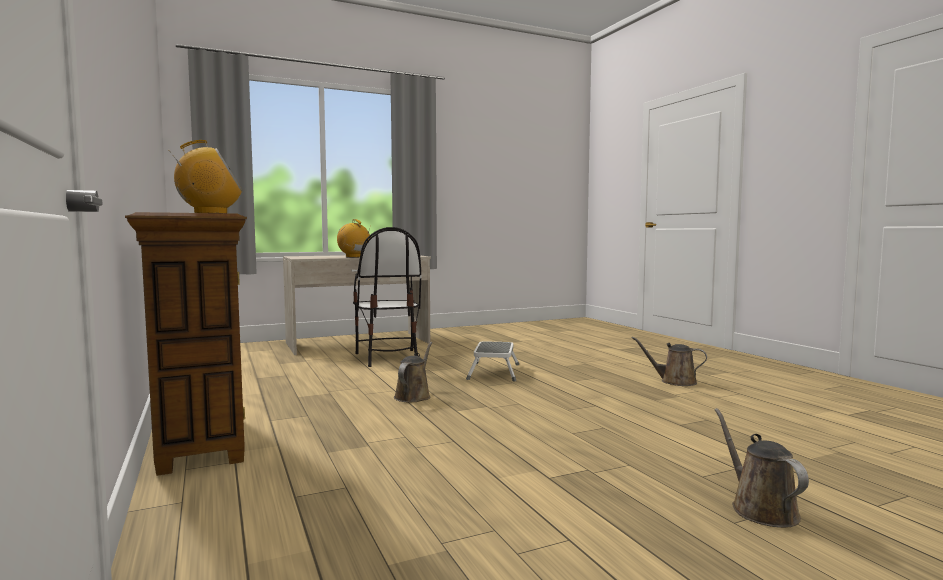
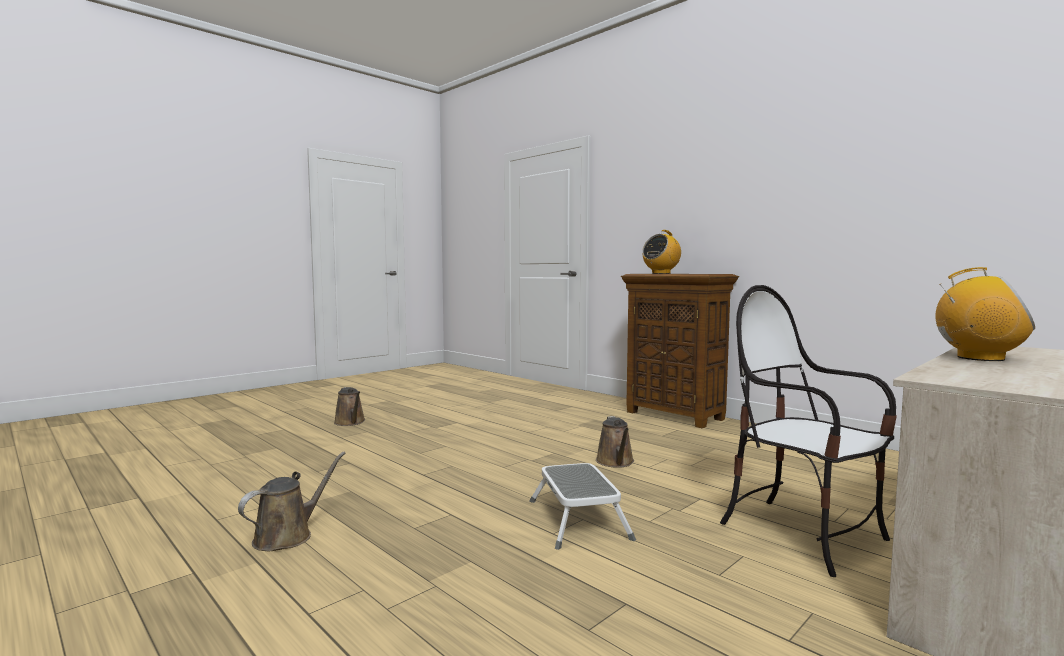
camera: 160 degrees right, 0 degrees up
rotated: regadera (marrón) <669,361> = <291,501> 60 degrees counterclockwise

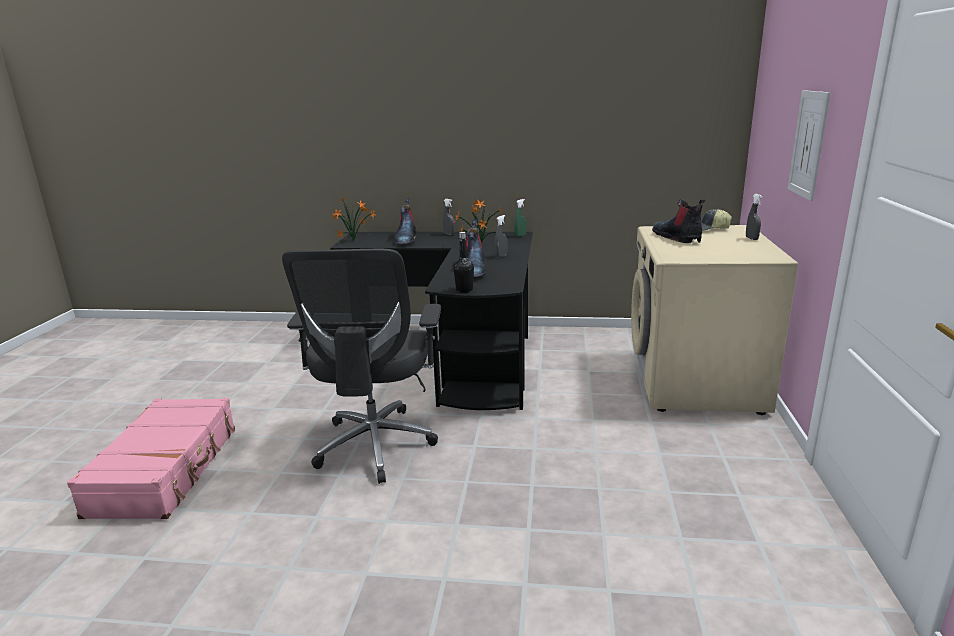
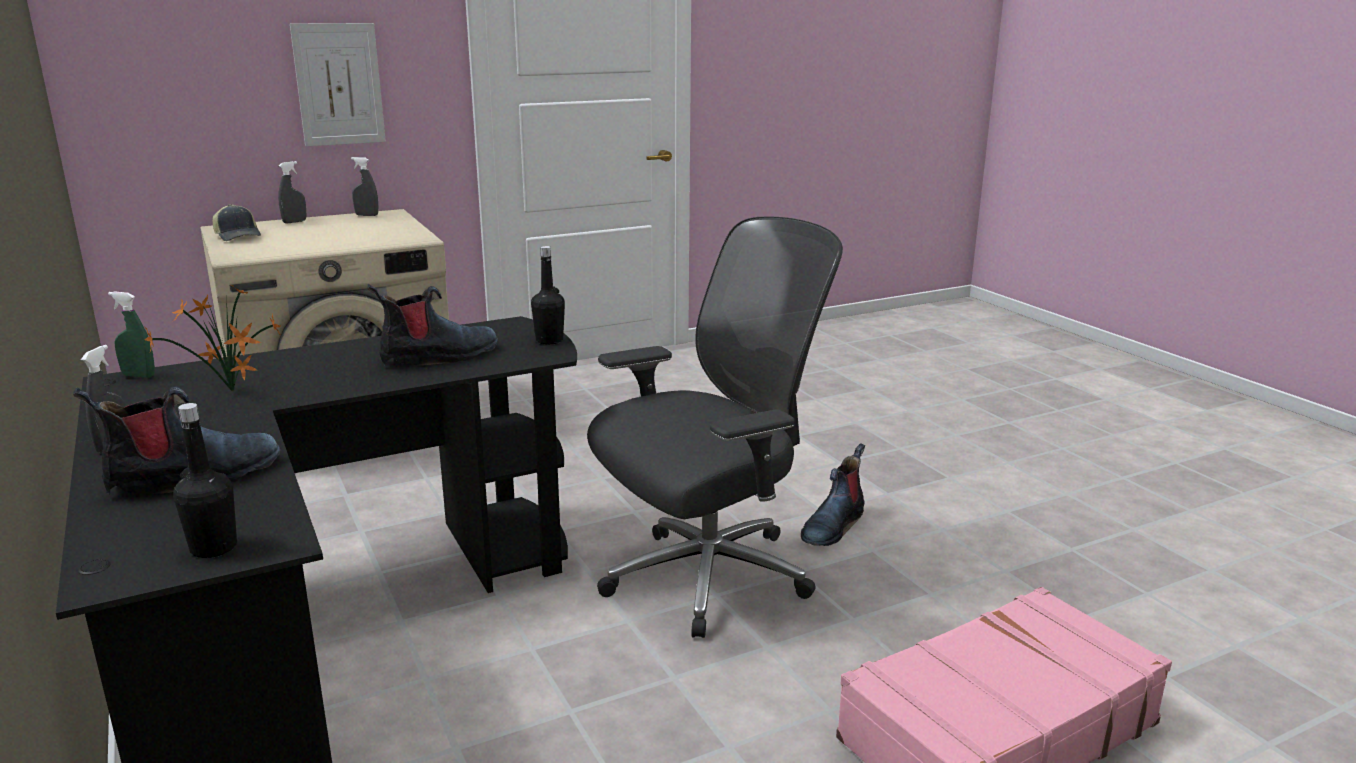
camera: 125 degrees left, 0 degrees up
shifted: bota <678,221> to <833,494>; pulverizador (gris) <501,236> to <364,186>
swapped: planta en maceta <354,219> to botella (negro) <205,480>

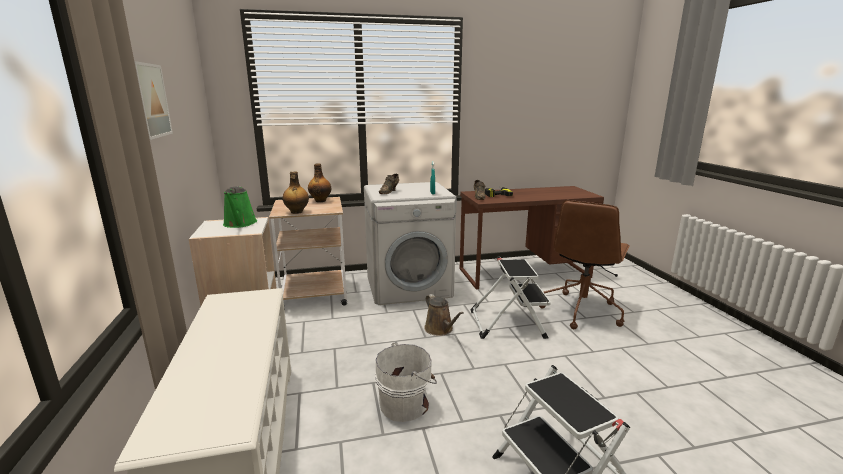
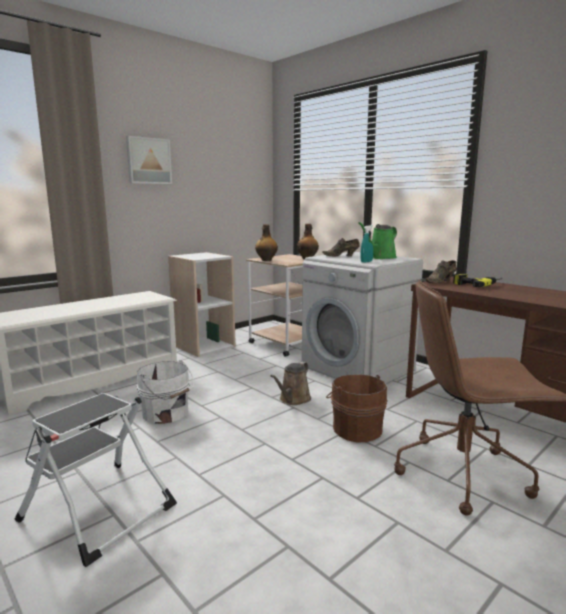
camera: 60 degrees right, 5 degrees down
shifted: regadera (verde) <240,207> to <377,240>
swapped: escalera de tijera <510,297> to cubo (marrón) <357,408>

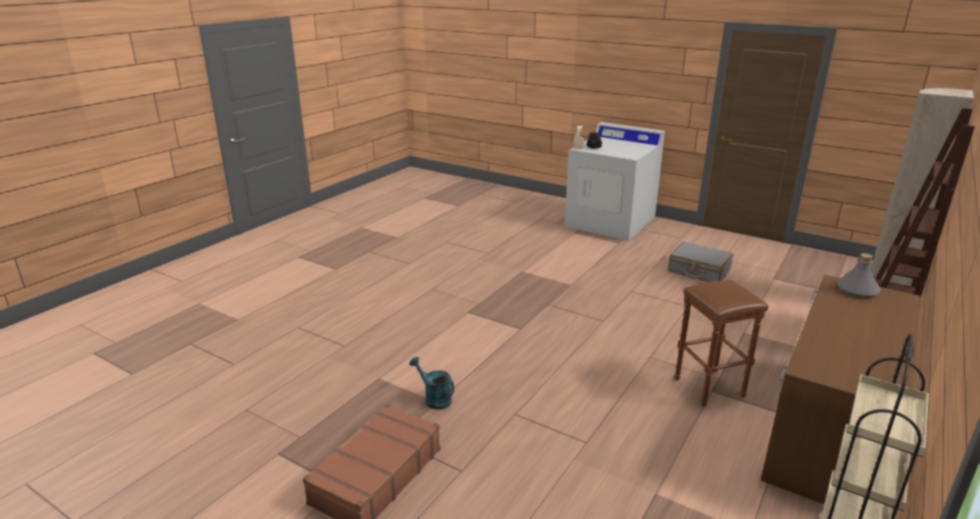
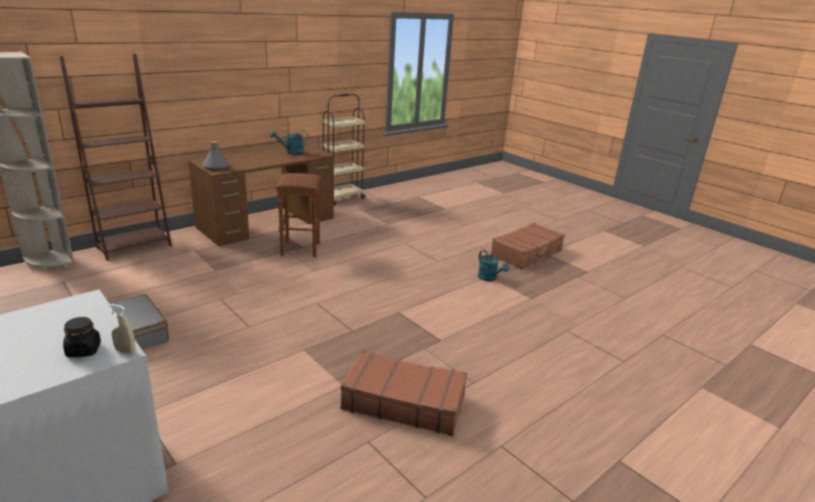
camera: 165 degrees left, 0 degrees up
new: regadera (turquesa) <289,142>; maleta (marrón) <403,393>

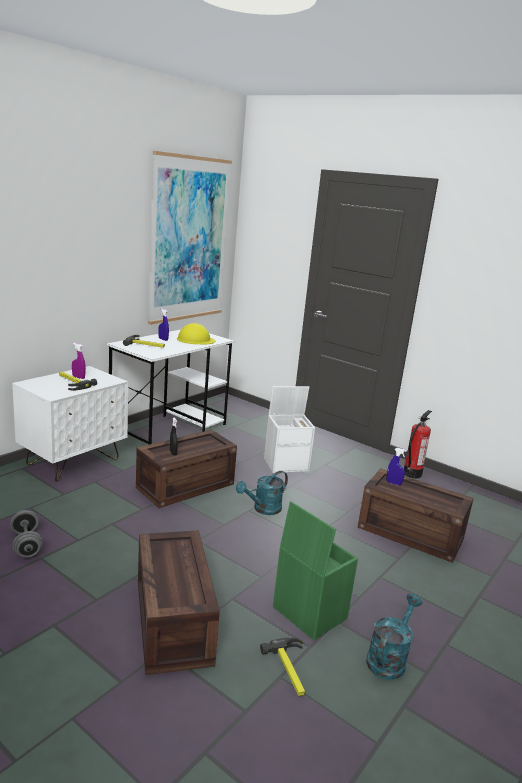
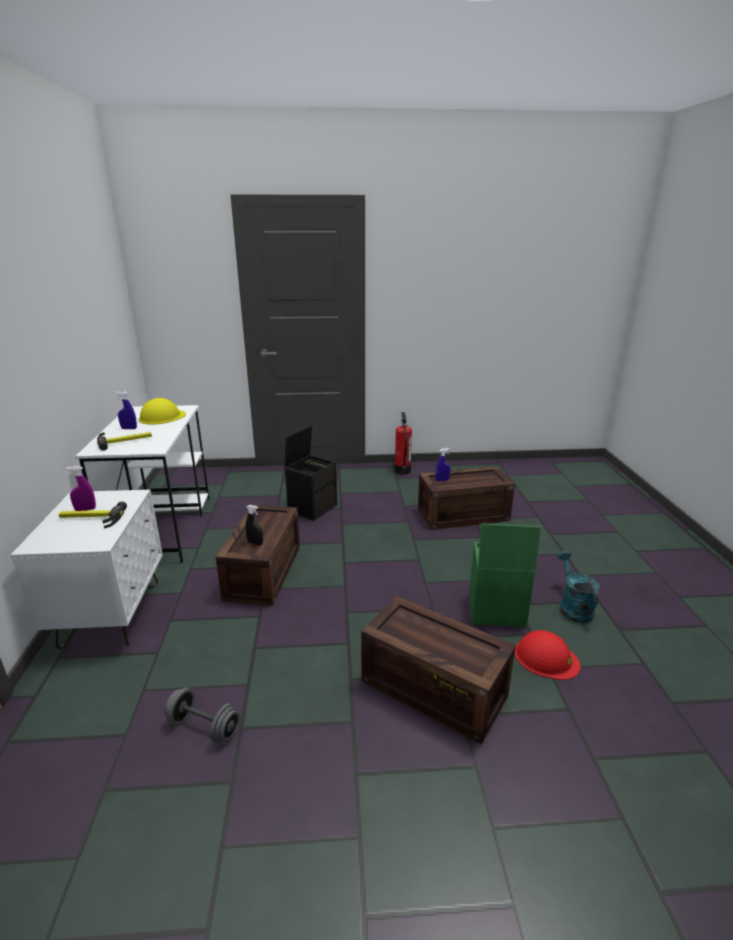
camera: 40 degrees left, 5 degrees up
gone: cuadro <190,238>; regadera (turquesa) <262,493>
swapped: martillo <282,667> to casco (rojo) <547,655>
repainted: caja de almacenaje (blanco) <289,429> to caja de almacenaje (negro) <310,473>

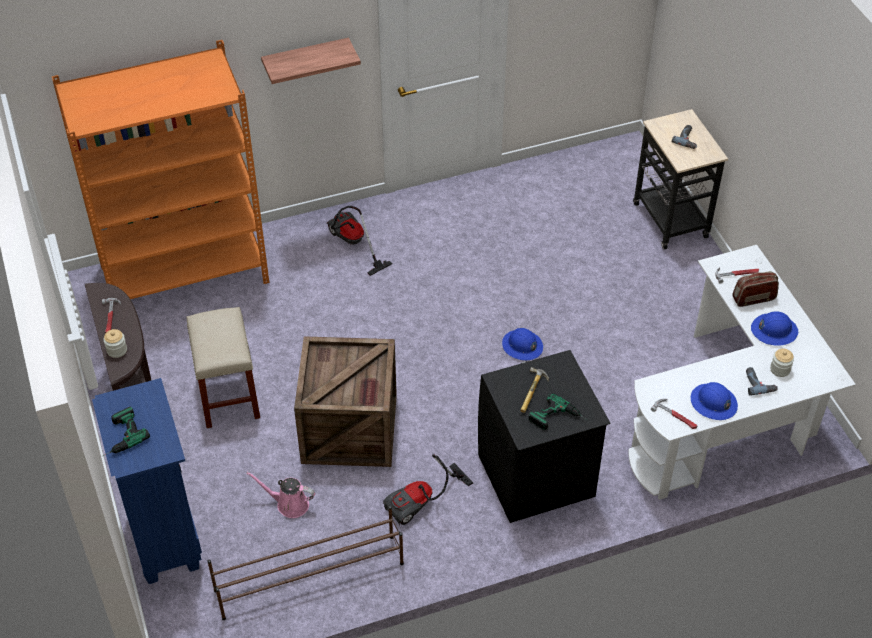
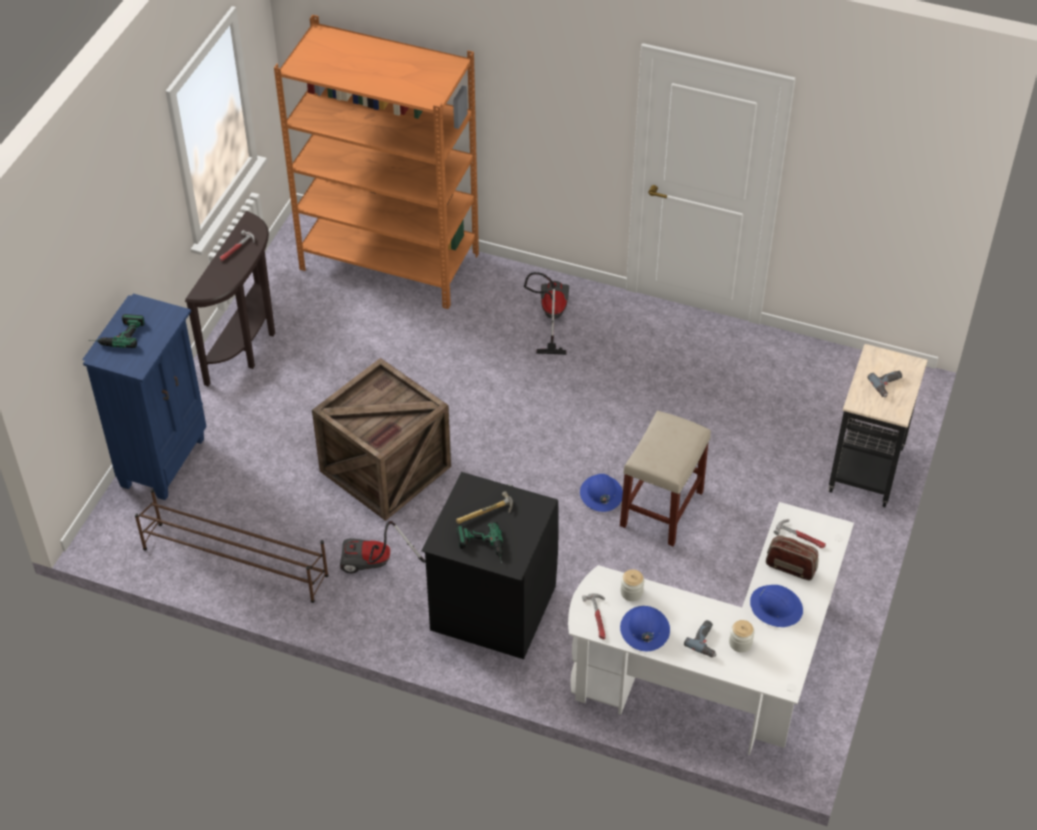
camera: 40 degrees right, 0 degrees up
gone: estante <311,61>; regadera (rosa) <280,495>
shifted: taburete (beis) <223,367> to <665,478>; tarro <115,343> to <632,585>

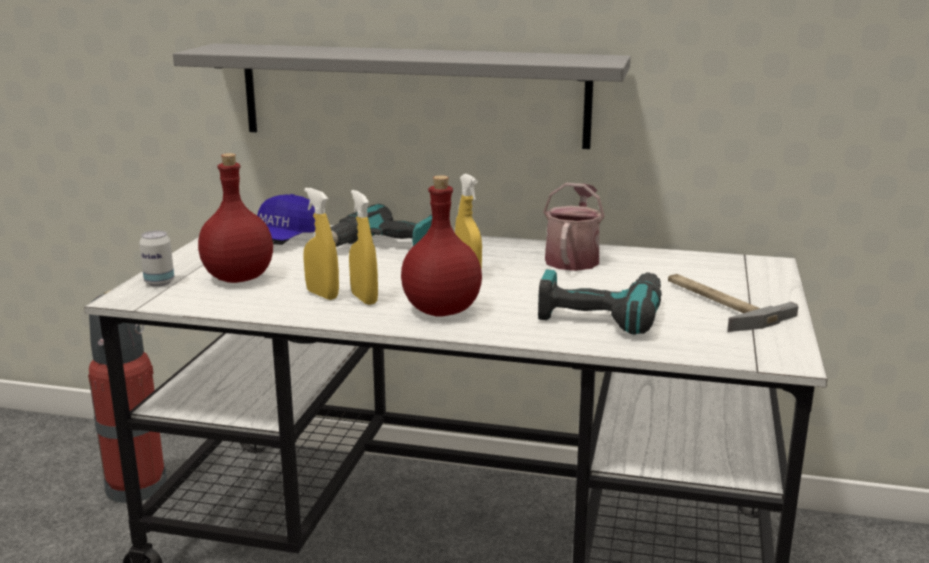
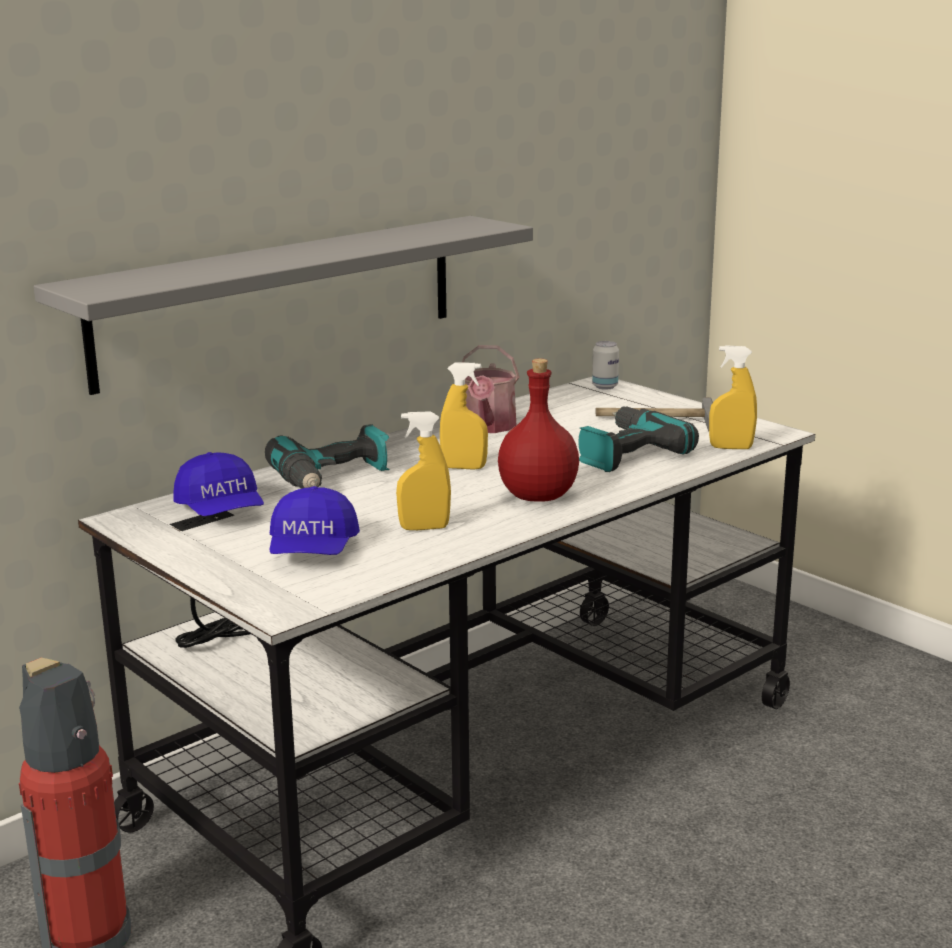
camera: 55 degrees left, 0 degrees up
shifted: pulverizador (amarillo) <363,247> to <733,397>; lata <156,259> to <605,365>
swapped: botella (rojo) <235,218> to gorra (azul) <314,520>
rotated: regadera <574,227> = <491,389> 135 degrees counterclockwise

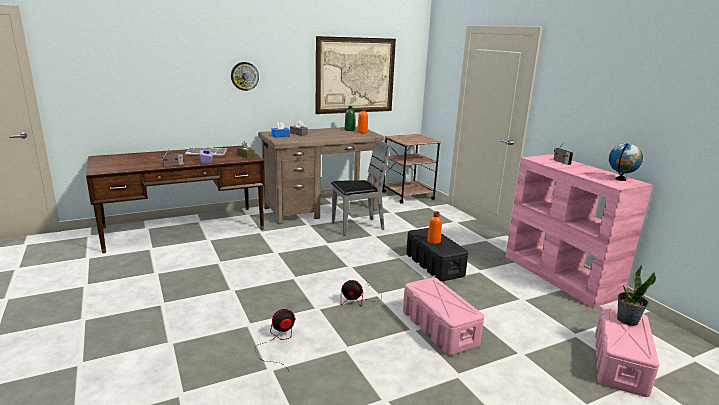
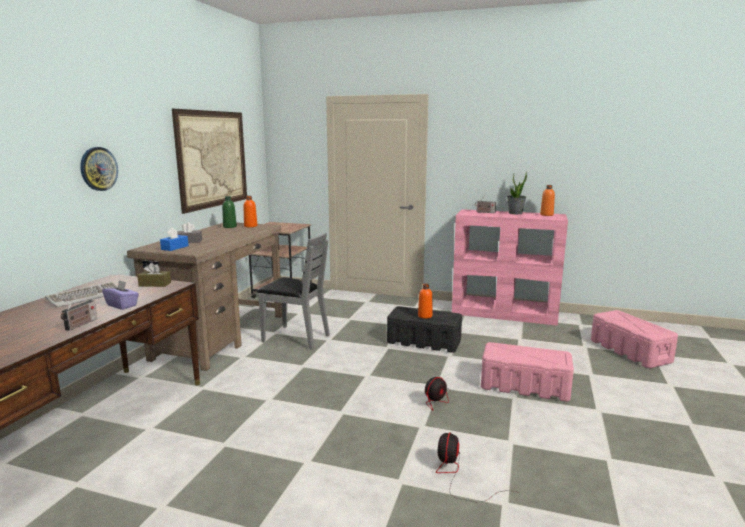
camera: 45 degrees left, 5 degrees down
shifted: planta en maceta <636,295> to <517,193>
swapped: globo terráqueo <626,162> to botella (naranja) <547,200>
rotated: silla (gris) <360,187> = <293,291> 90 degrees clockwise

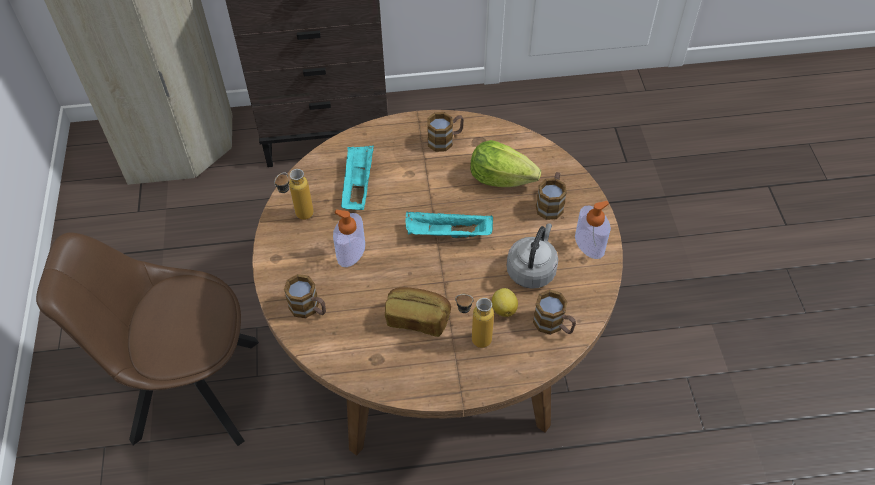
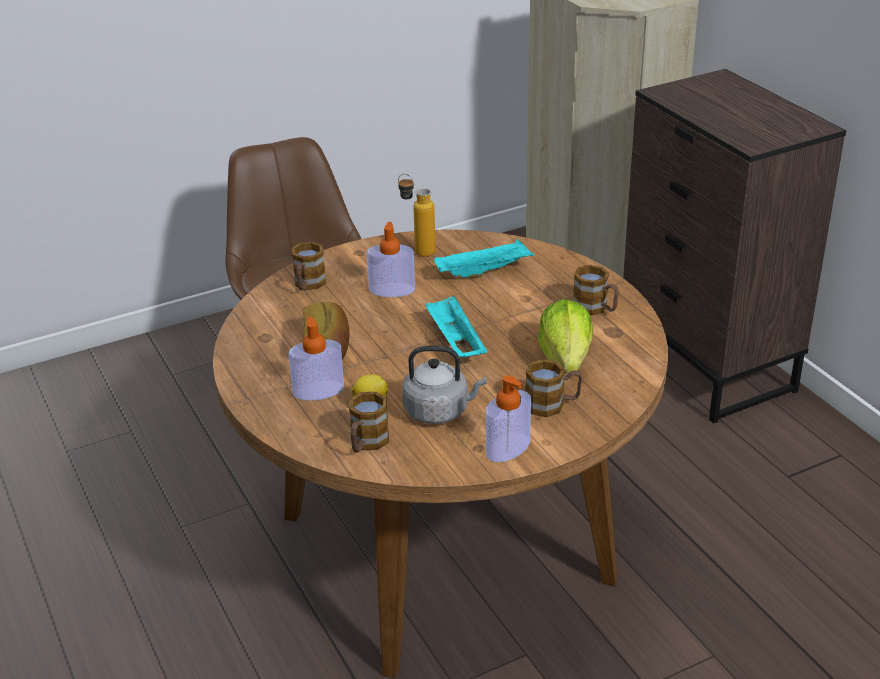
camera: 70 degrees right, 20 degrees down
swapped: botella <474,320> to dispensador de jabón <316,359>

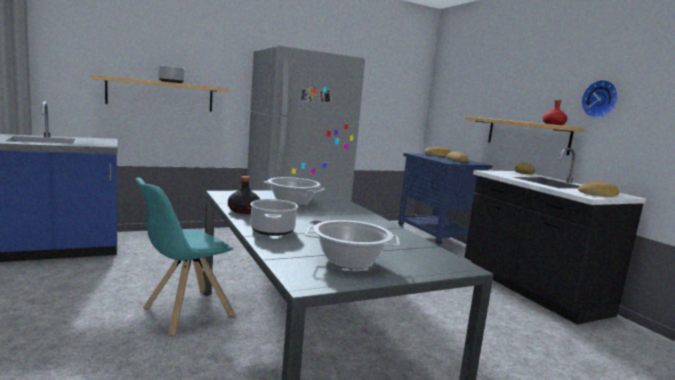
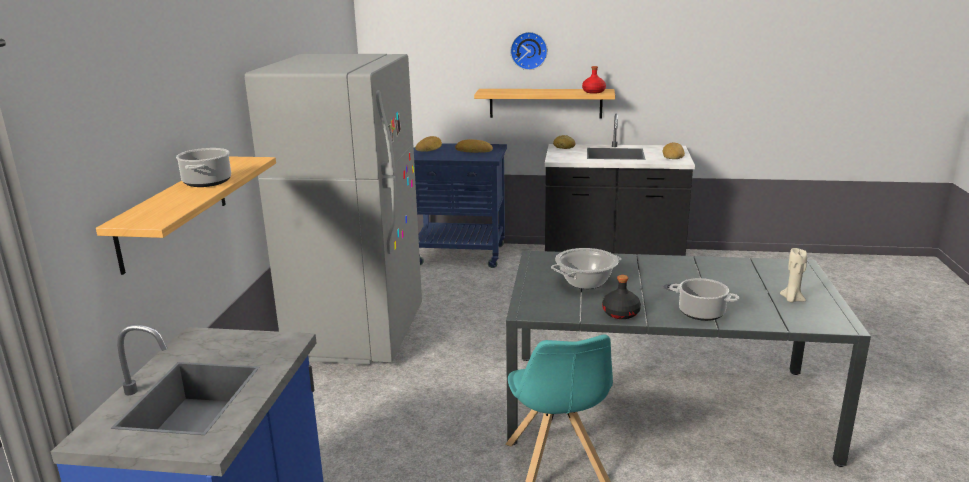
camera: 55 degrees left, 10 degrees up
shifted: reloj de pared <599,99> to <529,51>
swapped: olla <352,244> to vela (beis) <793,275>

